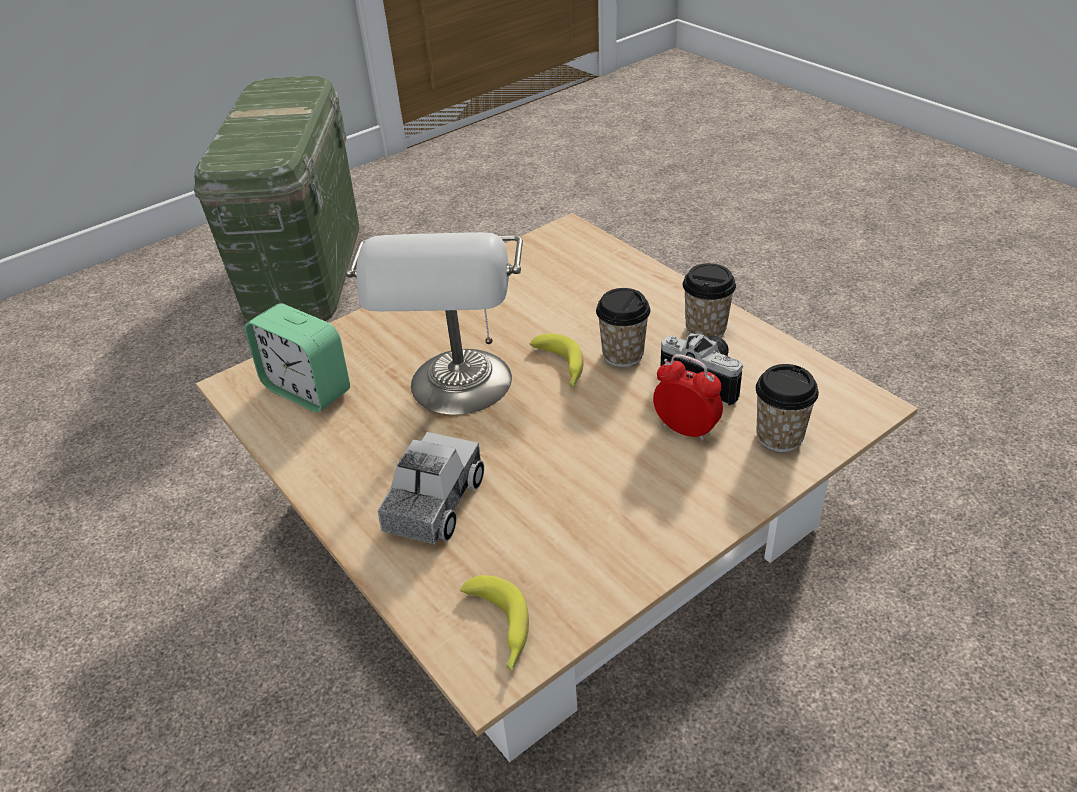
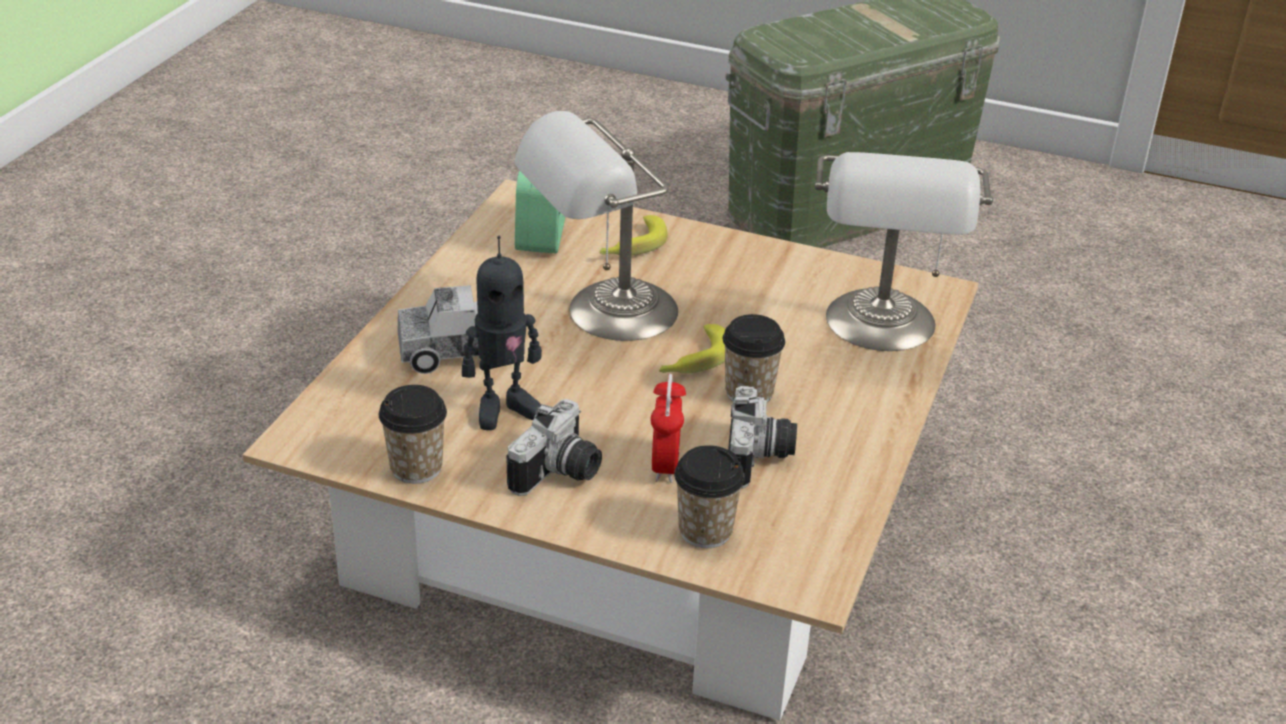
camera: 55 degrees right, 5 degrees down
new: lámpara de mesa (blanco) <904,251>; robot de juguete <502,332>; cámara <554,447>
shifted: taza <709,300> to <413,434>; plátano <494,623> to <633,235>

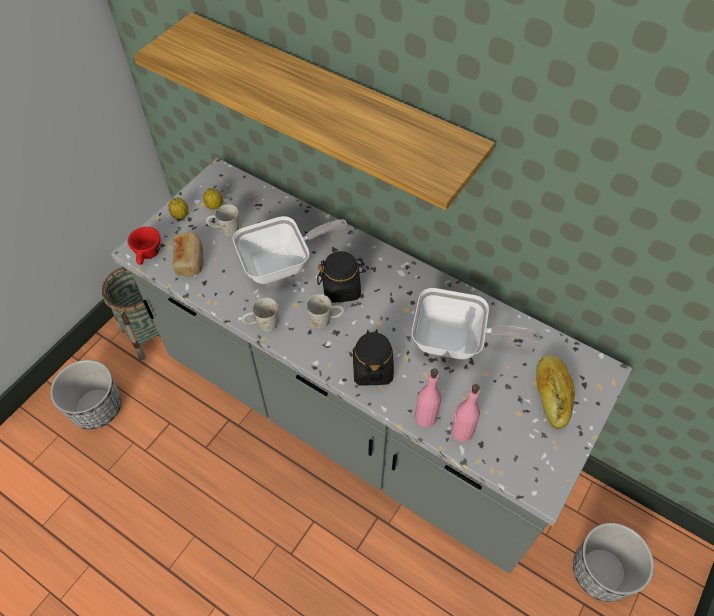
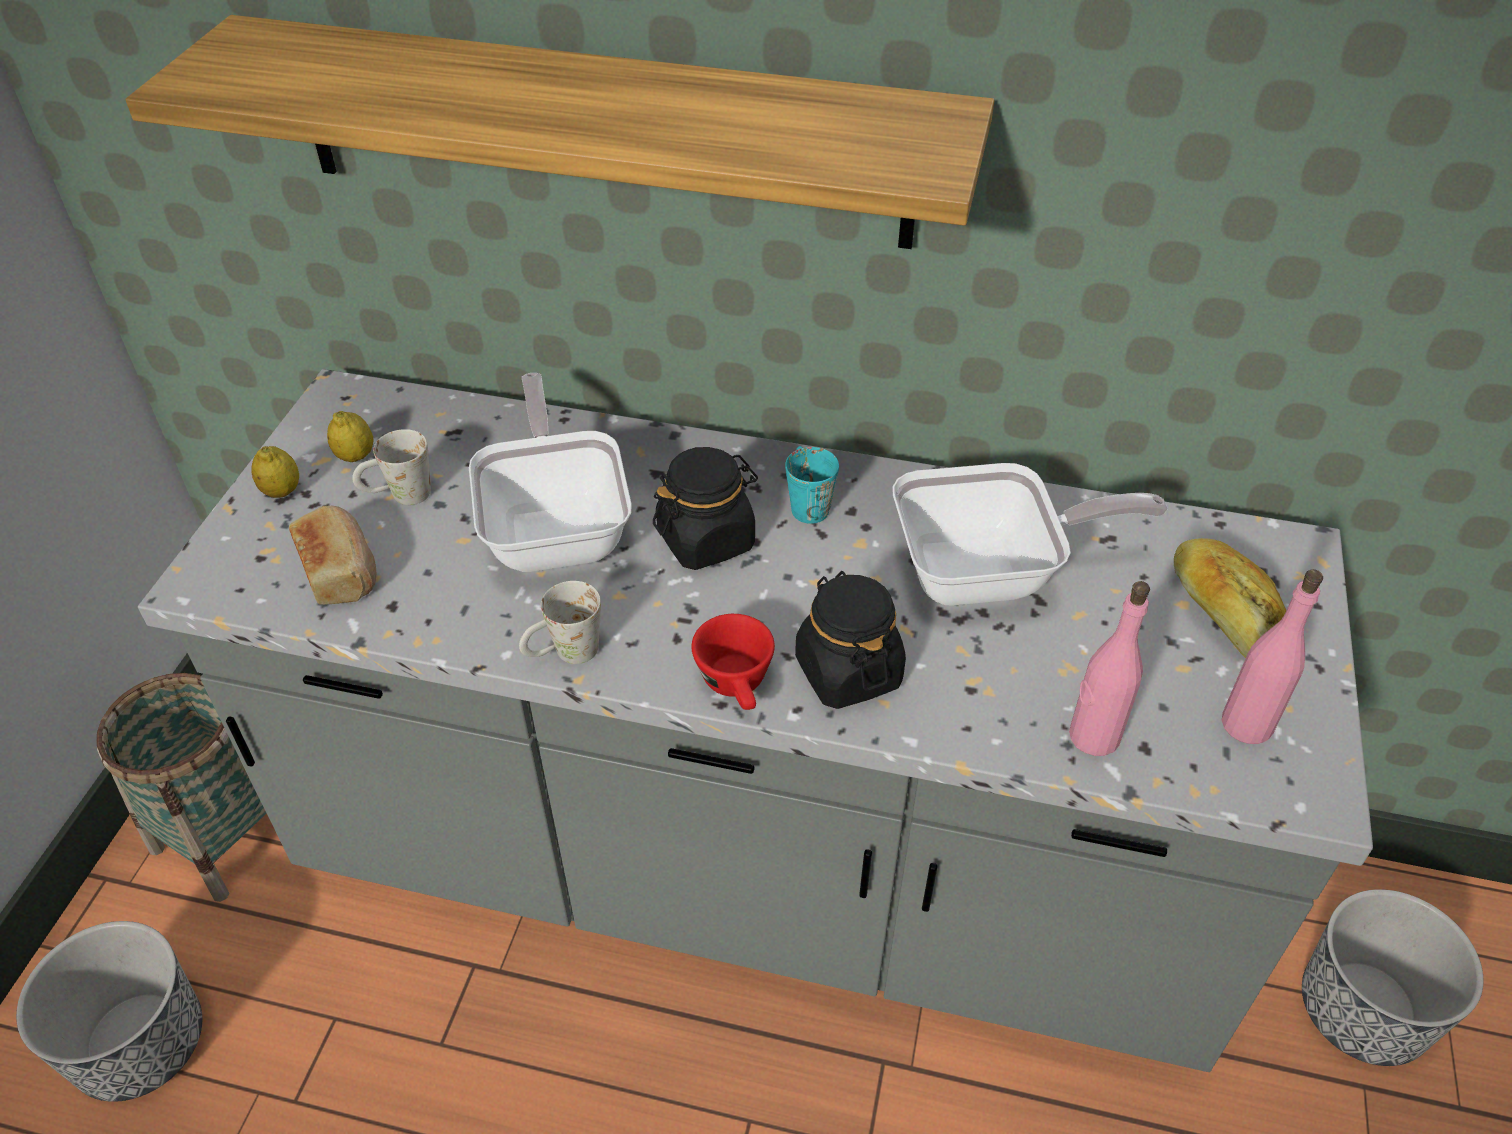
camera: 20 degrees left, 10 degrees down
gone: taza grande (blanco) <326,311>
new: taza grande (turquesa) <812,485>
shifted: taza (rojo) <144,246> to <733,662>; botella (rosa) <428,398> to <1272,656>
rotated: sartén <290,250> = <550,472> 60 degrees counterclockwise

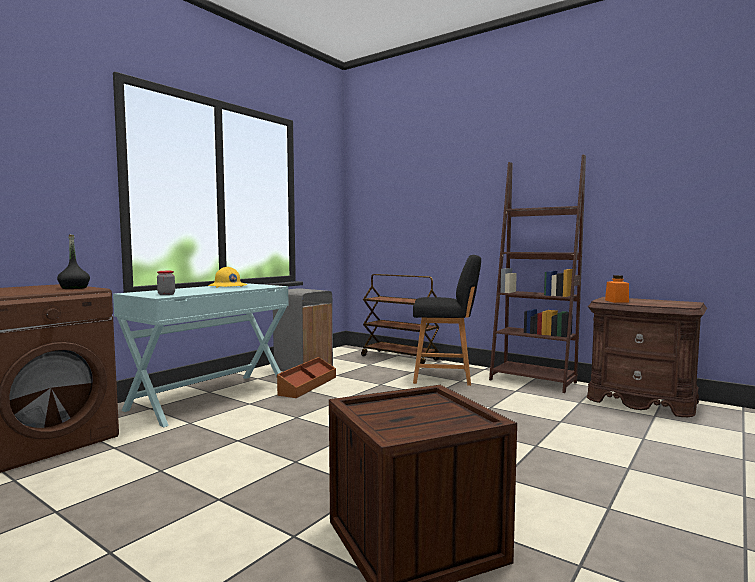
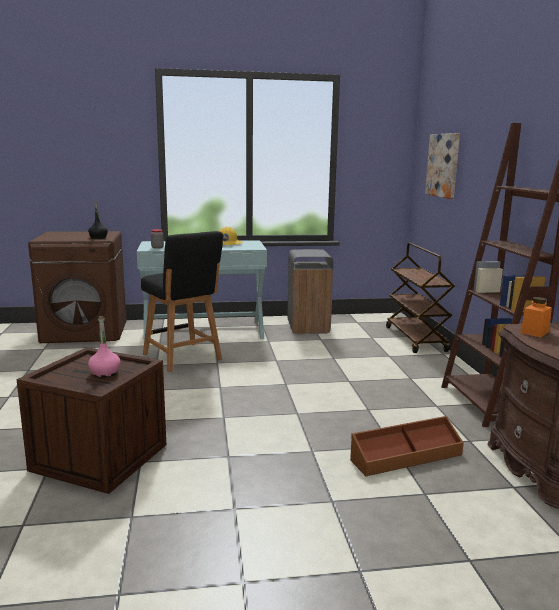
camera: 45 degrees right, 10 degrees up
new: cuadro <442,166>; botella (rosa) <104,347>
shifted: taburete (negro) <447,320> to <182,301>; caja de almacenaje (marrón) <306,377> to <407,446>

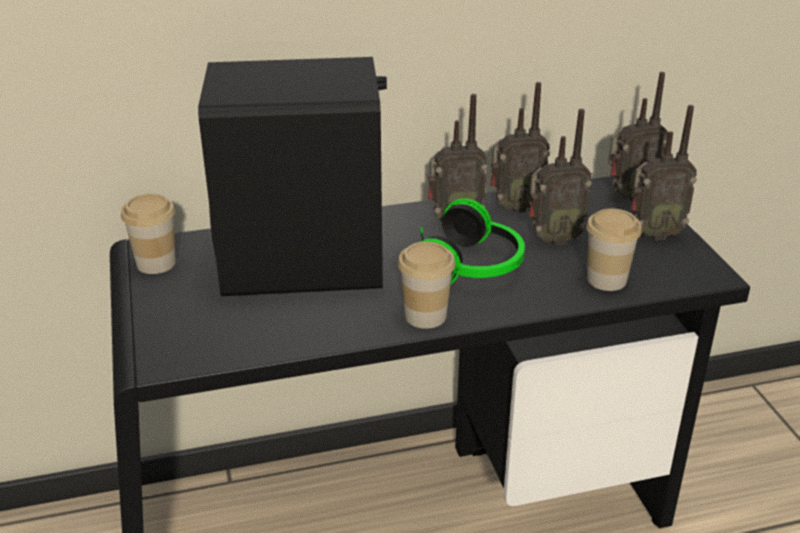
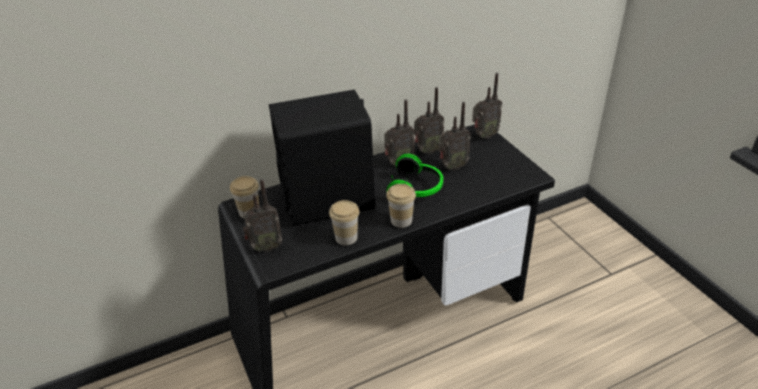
camera: 10 degrees left, 5 degrees up
shifted: radio <664,172> to <263,215>; taza <614,249> to <344,222>

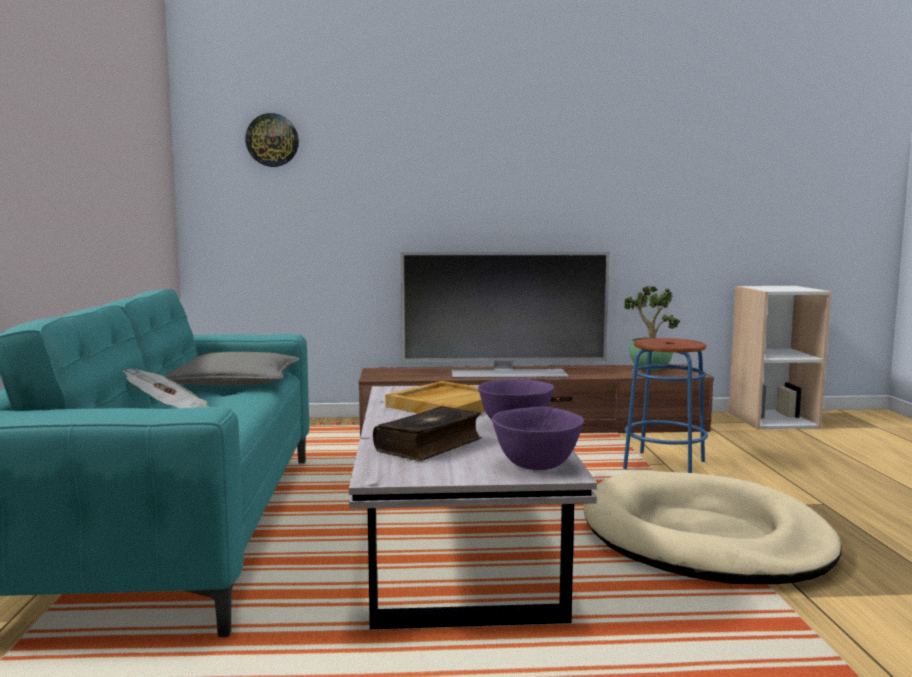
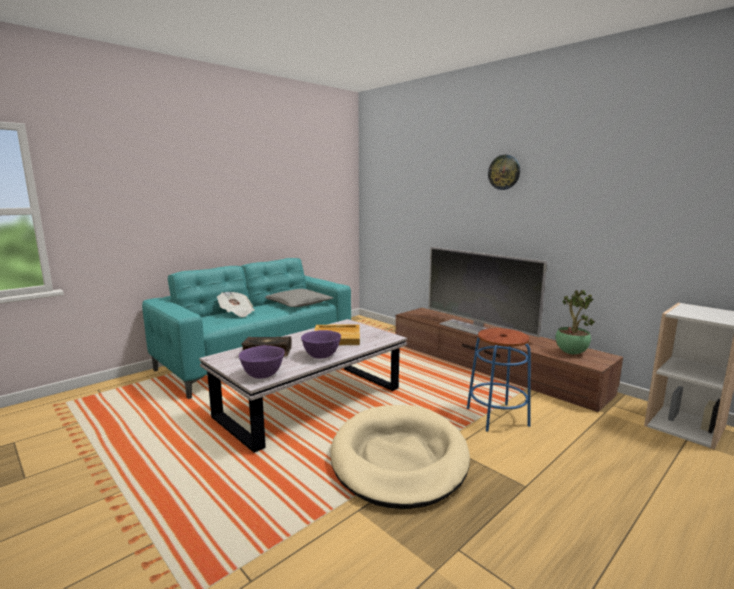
camera: 50 degrees right, 5 degrees up
shifted: reloj de pared <272,140> to <504,172>

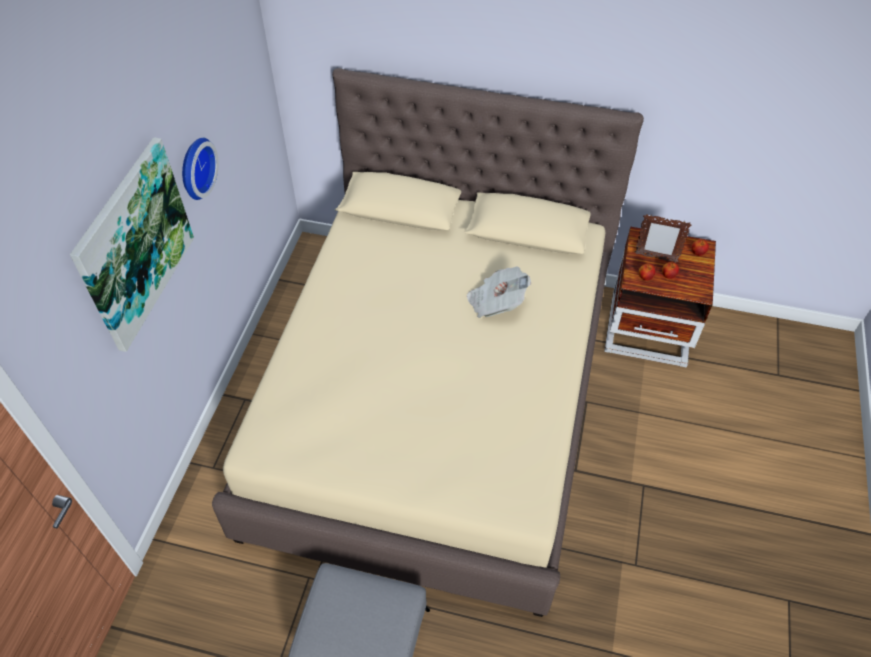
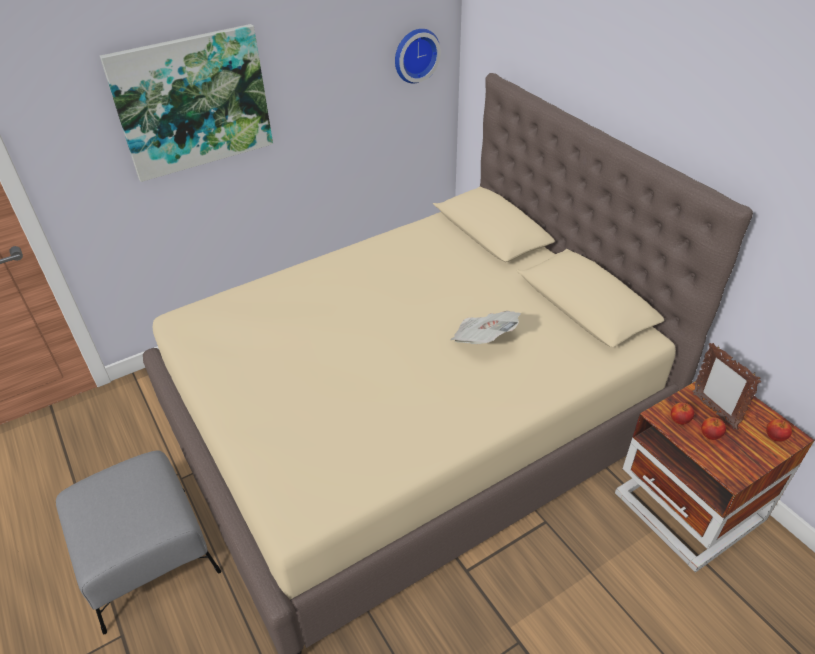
camera: 45 degrees right, 10 degrees down
shifted: reloj de pared <200,169> to <418,56>

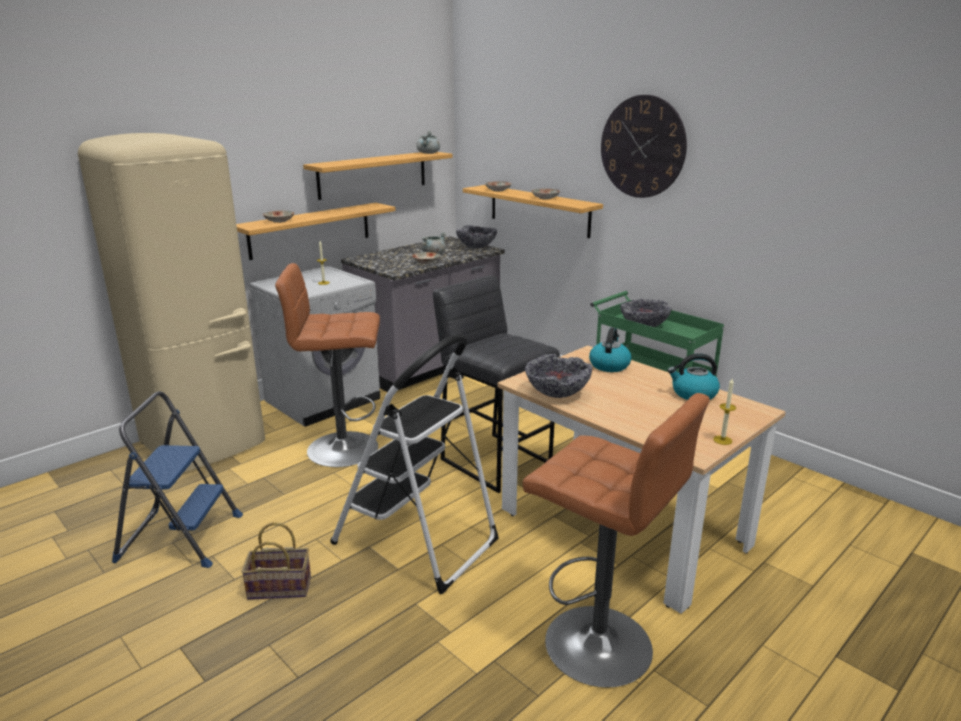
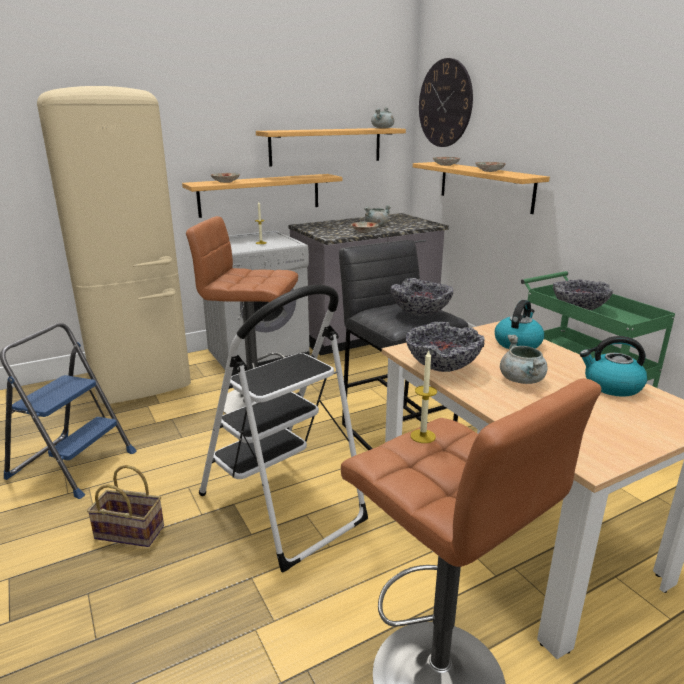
camera: 15 degrees right, 0 degrees up
new: olla (gris) <523,359>
shifted: reloj de pared <644,146> to <446,102>; cuenco <476,236> to <421,297>; vela <724,412> to <423,397>

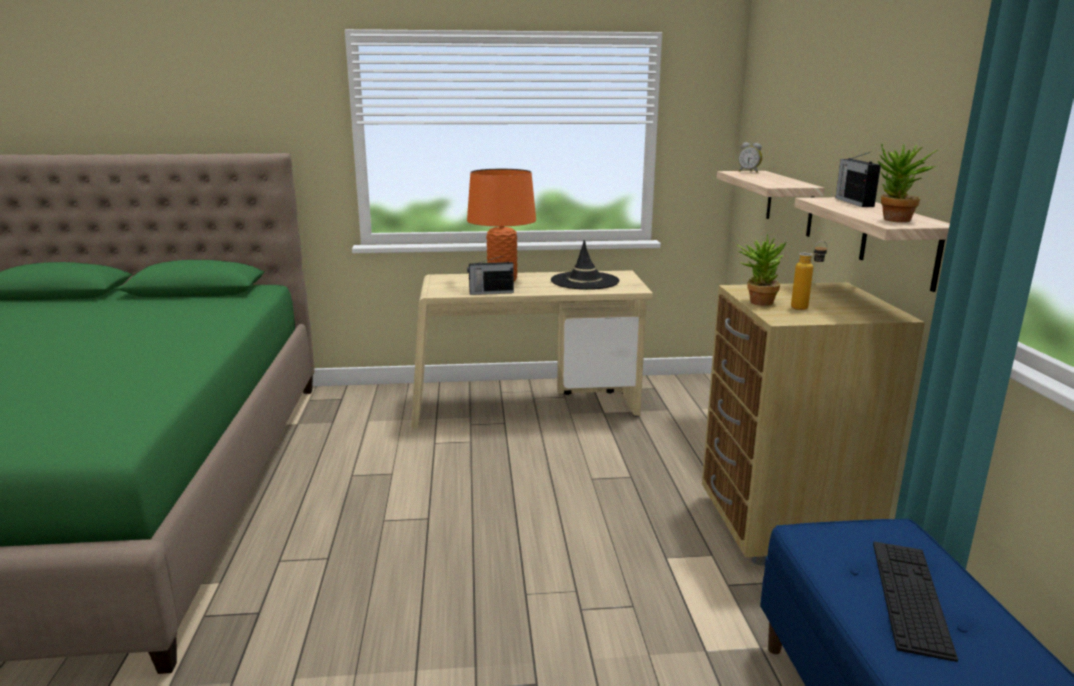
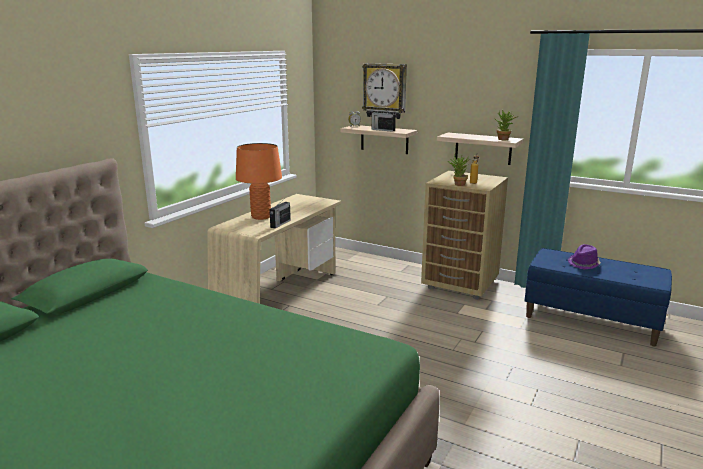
camera: 55 degrees left, 0 degrees up
gone: sombrero (negro) <585,265>
new: reloj de pared <384,91>
shifted: radio <858,179> to <383,120>
swapped: teclado <915,601> to sombrero (morado) <584,257>

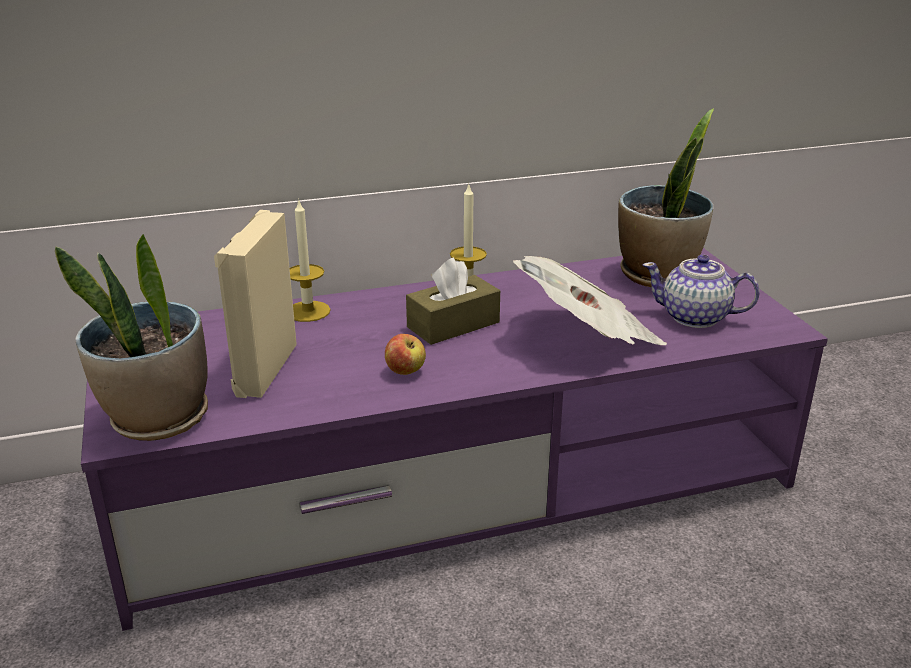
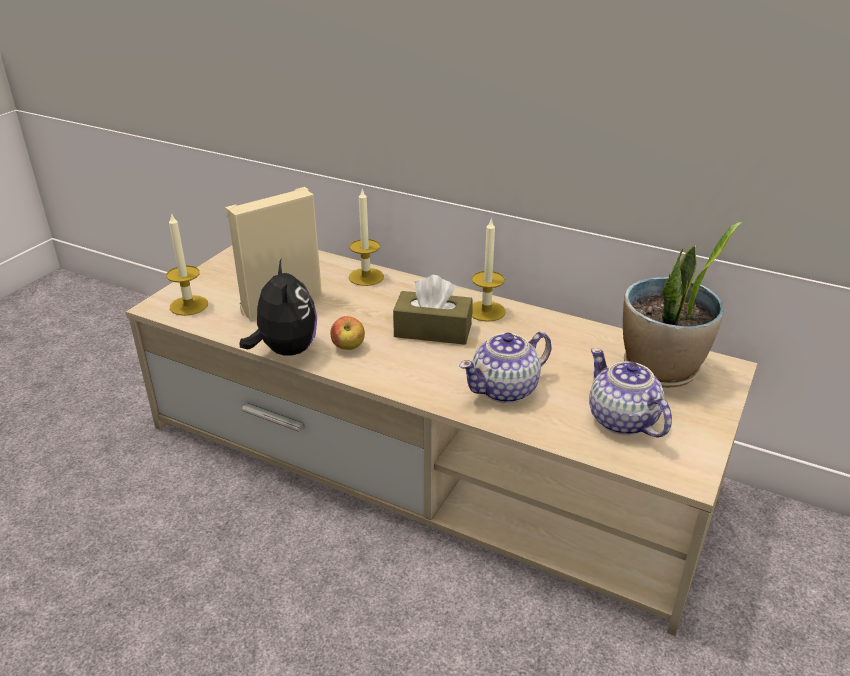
camera: 45 degrees right, 5 degrees up
new: peluche <278,307>
swapped: planta en maceta <131,337> to vela <187,264>; periódico <590,300> to tetera <505,367>
repainted: mueble de televisión (morado) <454,439> to mueble de televisión (beis) <441,440>

